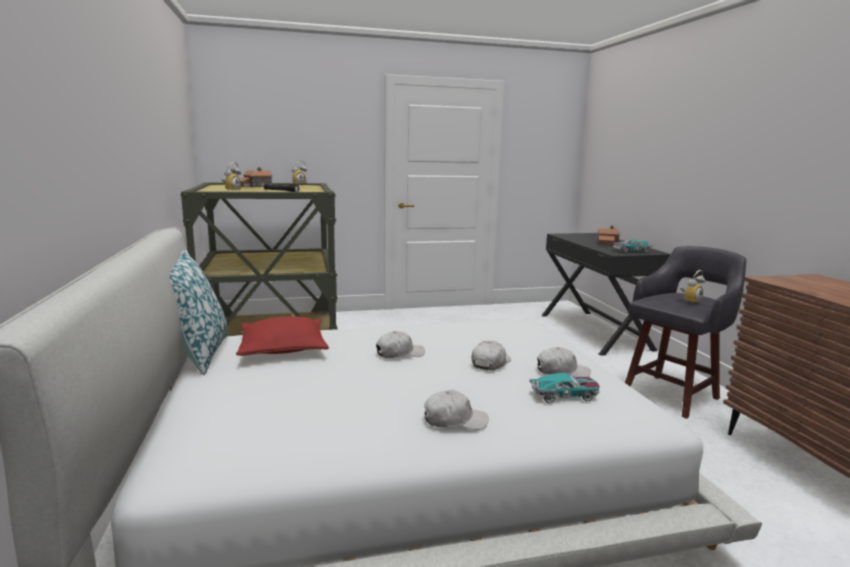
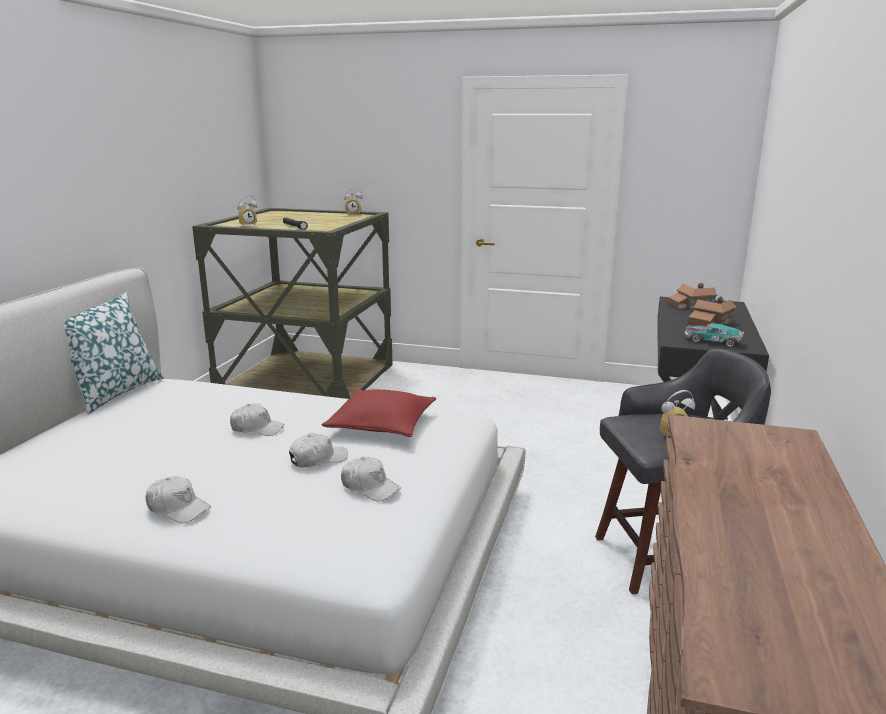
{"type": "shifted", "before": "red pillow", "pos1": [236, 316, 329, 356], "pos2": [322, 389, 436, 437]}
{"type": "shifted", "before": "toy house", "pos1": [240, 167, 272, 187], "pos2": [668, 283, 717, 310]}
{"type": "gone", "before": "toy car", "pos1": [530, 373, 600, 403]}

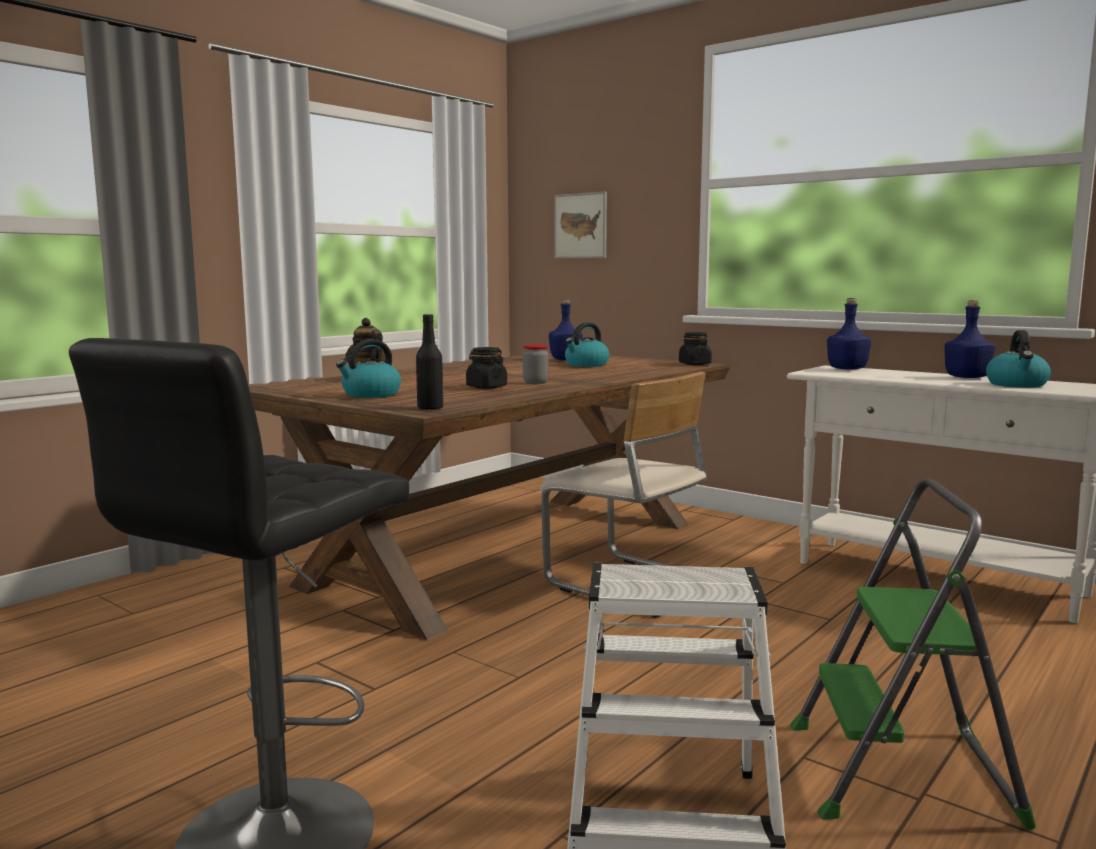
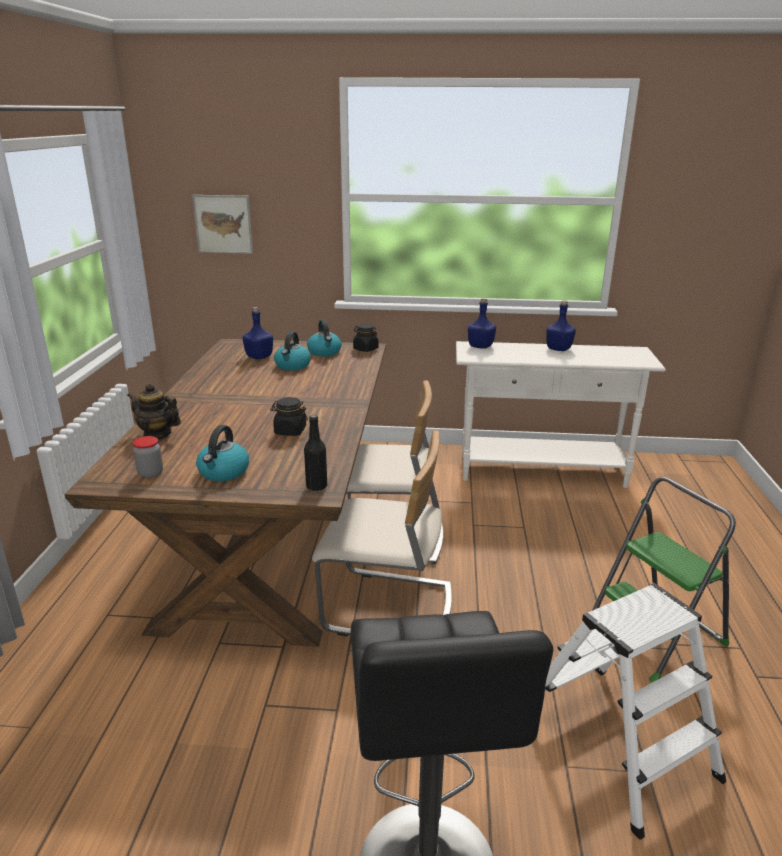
{"type": "shifted", "before": "jar", "pos1": [523, 344, 549, 384], "pos2": [133, 436, 163, 478]}
{"type": "shifted", "before": "kettle", "pos1": [986, 330, 1051, 388], "pos2": [307, 320, 342, 357]}
{"type": "new", "after": "beige chair", "pos2": [312, 430, 452, 636]}

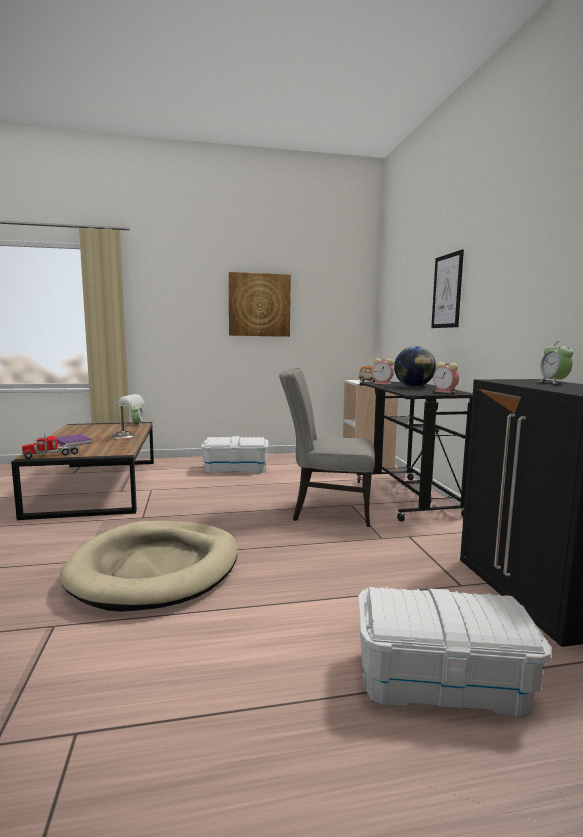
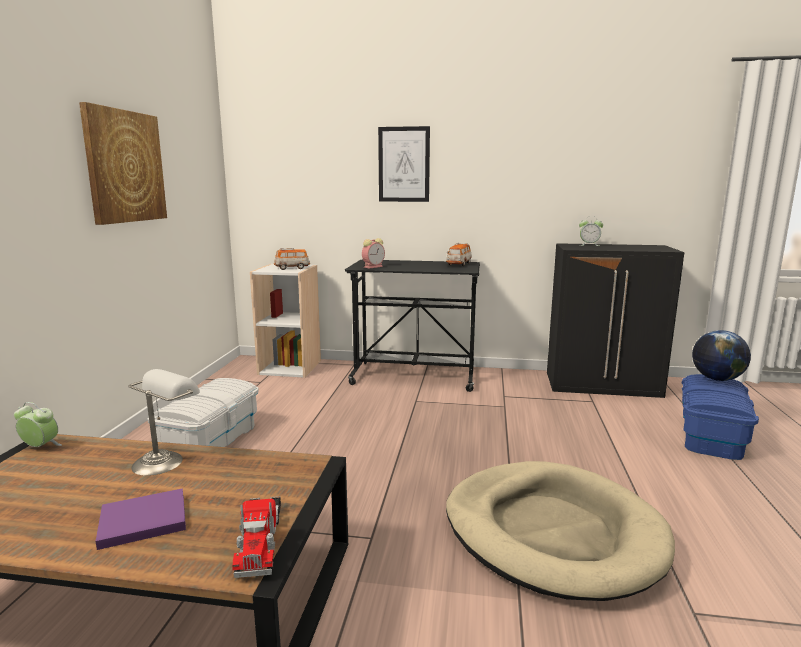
{"type": "gone", "before": "grey chair", "pos1": [279, 368, 375, 527]}
{"type": "repainted", "before": "white storage box", "after": "blue storage box", "pos1": [358, 587, 551, 717], "pos2": [682, 374, 759, 460]}
{"type": "shifted", "before": "globe", "pos1": [394, 346, 436, 387], "pos2": [692, 330, 751, 381]}
{"type": "swapped", "before": "alarm clock", "after": "toy car", "pos1": [433, 362, 459, 393], "pos2": [446, 243, 472, 266]}

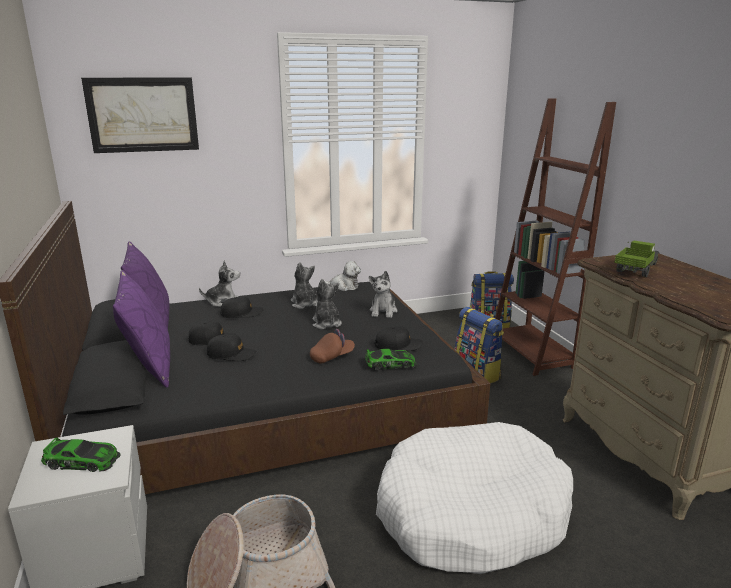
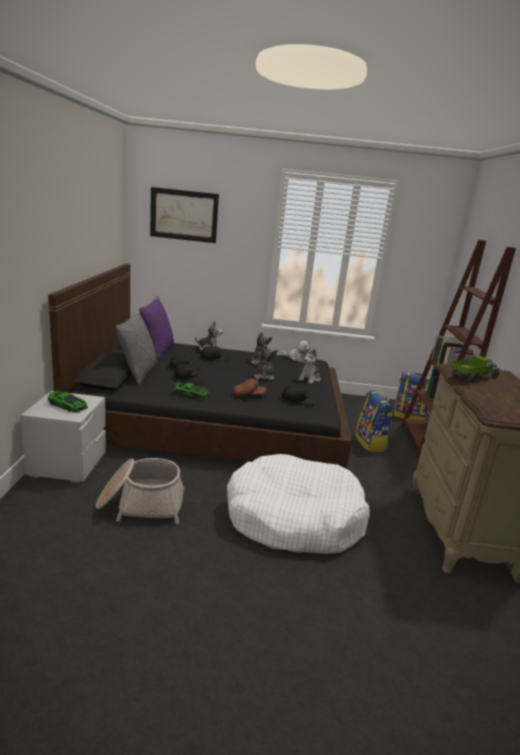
{"type": "repainted", "before": "purple pillow", "after": "grey pillow", "pos1": [113, 270, 170, 388], "pos2": [115, 310, 158, 386]}
{"type": "shifted", "before": "toy car", "pos1": [365, 349, 417, 370], "pos2": [173, 381, 210, 399]}

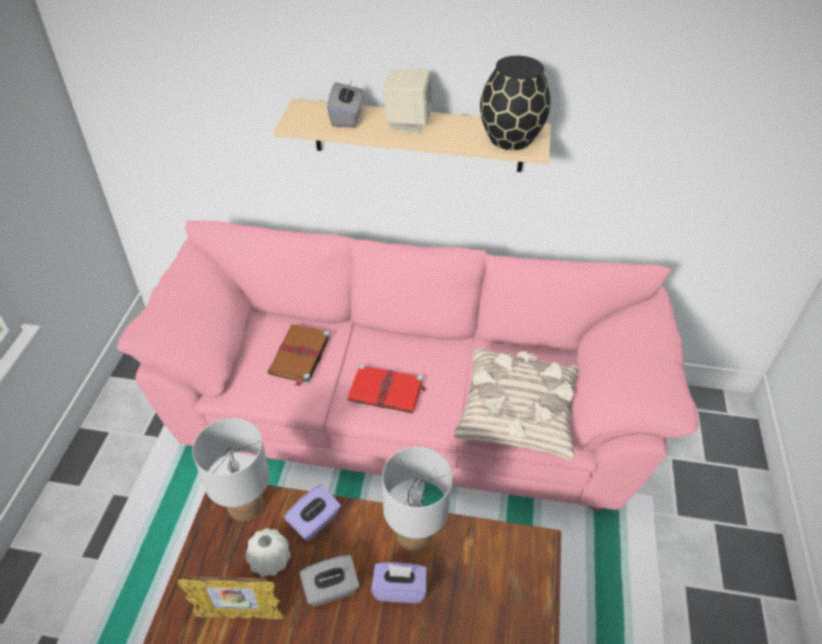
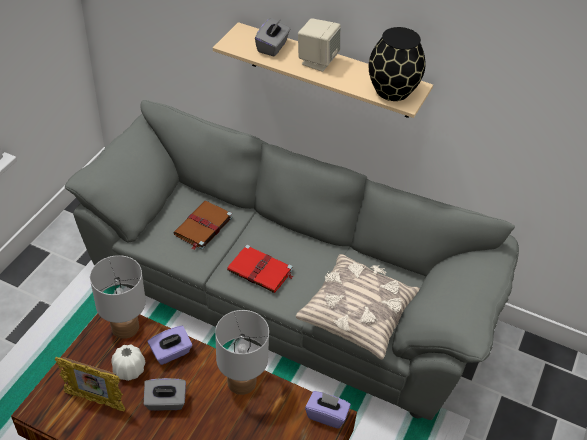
{"type": "repainted", "before": "pink sofa", "after": "grey sofa", "pos1": [117, 221, 699, 511], "pos2": [65, 100, 519, 420]}
{"type": "shifted", "before": "purple tissue box", "pos1": [371, 562, 427, 603], "pos2": [305, 391, 351, 429]}

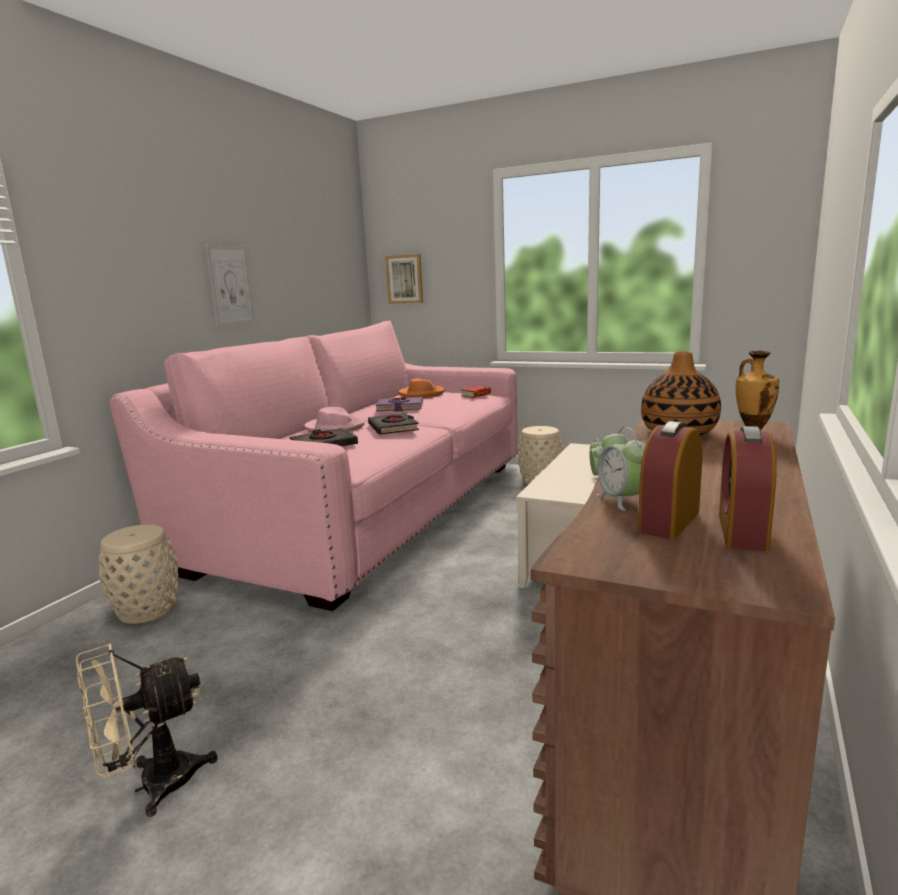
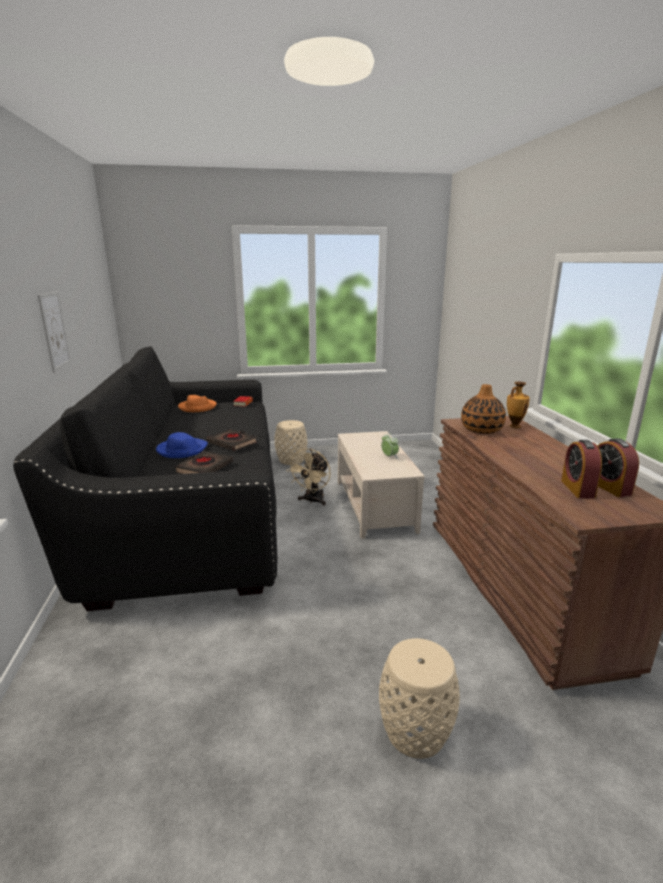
{"type": "shifted", "before": "beige fan", "pos1": [76, 643, 218, 817], "pos2": [286, 448, 331, 505]}
{"type": "shifted", "before": "beige stool", "pos1": [99, 524, 178, 624], "pos2": [379, 638, 460, 759]}
{"type": "repainted", "before": "pink sofa", "after": "black sofa", "pos1": [109, 321, 518, 611], "pos2": [13, 346, 278, 611]}
{"type": "repainted", "before": "pink hat", "after": "blue hat", "pos1": [304, 407, 365, 433], "pos2": [156, 432, 208, 458]}
{"type": "gone", "before": "purple book", "pos1": [376, 397, 423, 412]}
{"type": "gone", "before": "picture", "pos1": [385, 254, 423, 304]}
{"type": "gone", "before": "alarm clock", "pos1": [596, 427, 645, 511]}

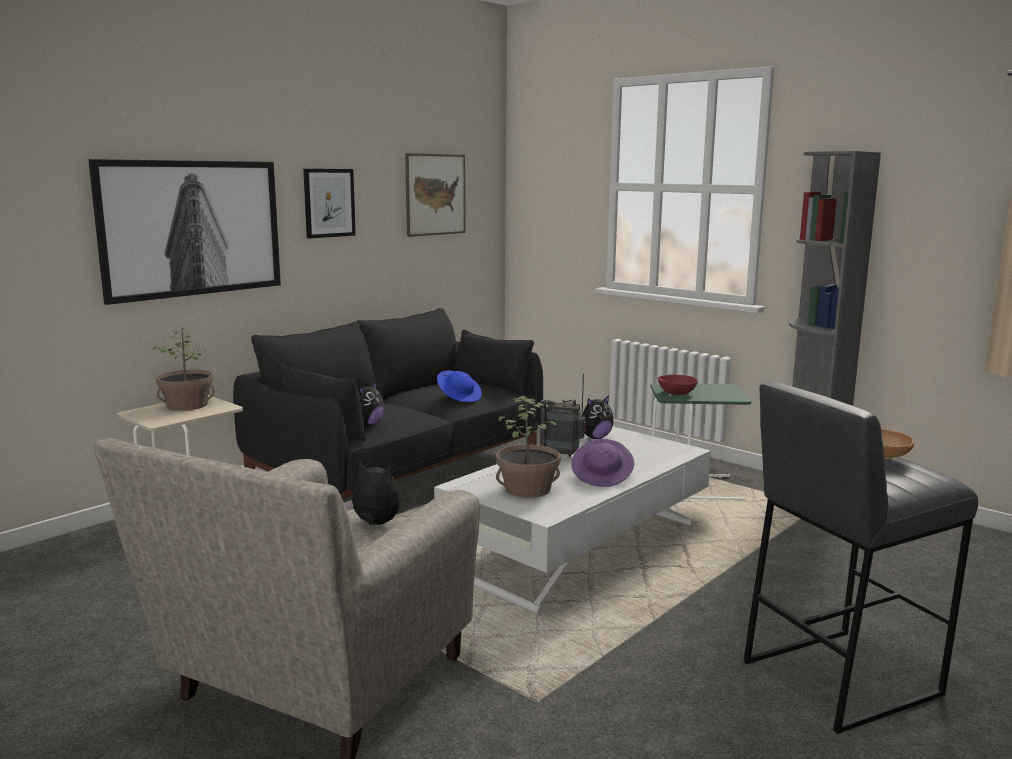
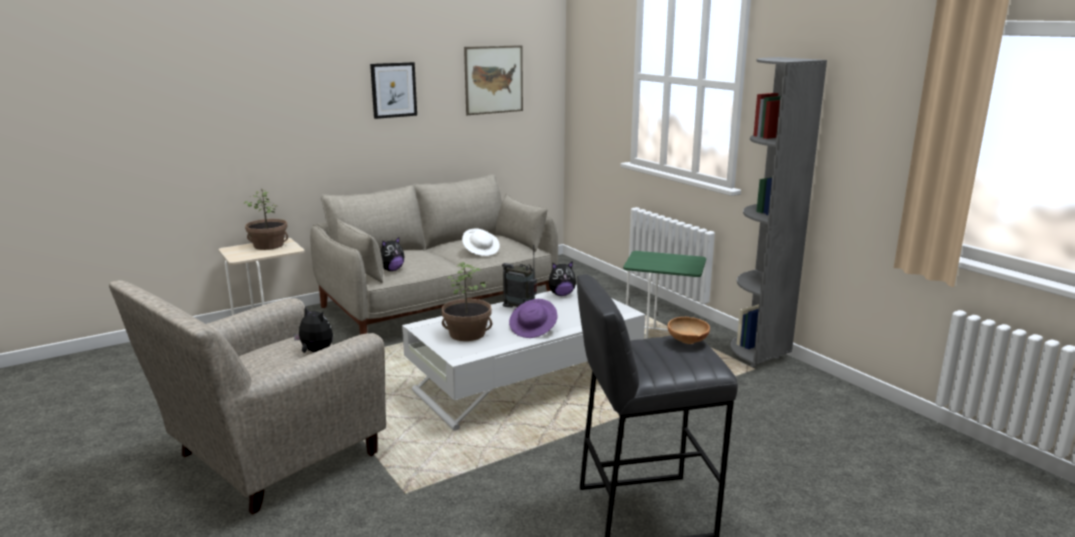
{"type": "gone", "before": "picture", "pos1": [88, 159, 281, 305]}
{"type": "repainted", "before": "black sofa", "after": "beige sofa", "pos1": [233, 308, 543, 500], "pos2": [310, 174, 558, 335]}
{"type": "repainted", "before": "blue hat", "after": "white hat", "pos1": [437, 370, 482, 402], "pos2": [462, 228, 500, 256]}
{"type": "gone", "before": "red bowl", "pos1": [658, 375, 698, 395]}

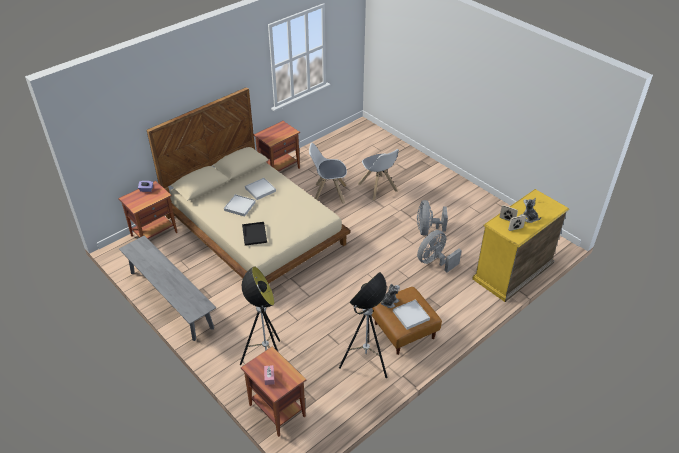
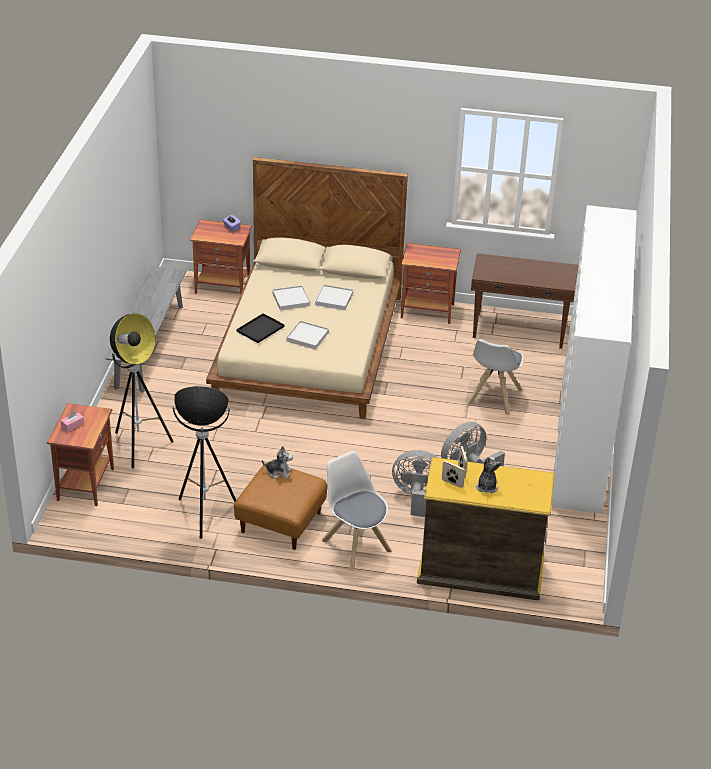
{"type": "shifted", "before": "chair", "pos1": [309, 143, 347, 204], "pos2": [322, 451, 392, 571]}
{"type": "shifted", "before": "white tray", "pos1": [393, 299, 430, 330], "pos2": [286, 321, 329, 349]}
{"type": "new", "after": "brown console table", "pos2": [471, 253, 579, 349]}
{"type": "new", "after": "white wardrobe", "pos2": [552, 205, 637, 514]}

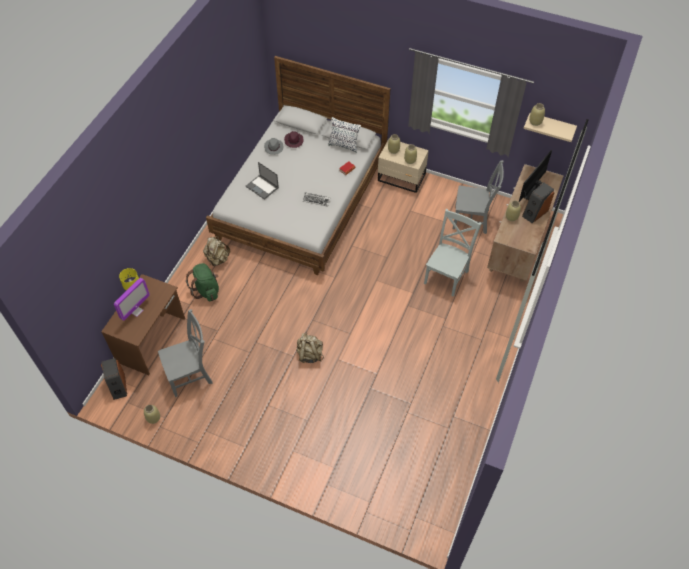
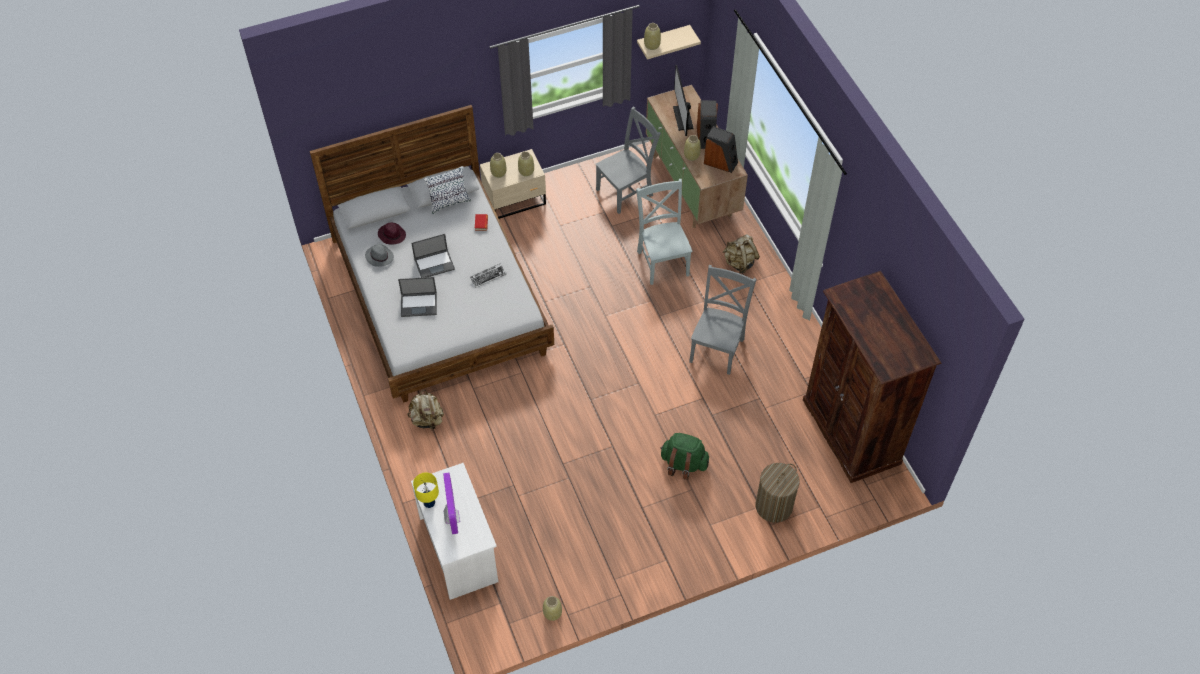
{"type": "repainted", "before": "brown desk", "after": "white desk", "pos1": [101, 274, 185, 375], "pos2": [411, 463, 498, 600]}
{"type": "shifted", "before": "speaker", "pos1": [101, 358, 127, 400], "pos2": [704, 126, 738, 173]}
{"type": "shifted", "before": "grey chair", "pos1": [158, 309, 213, 397], "pos2": [689, 265, 756, 375]}
{"type": "shifted", "before": "green backpack", "pos1": [186, 263, 219, 301], "pos2": [660, 433, 709, 480]}
{"type": "shifted", "before": "beige backpack", "pos1": [297, 332, 324, 363], "pos2": [723, 234, 760, 273]}
{"type": "new", "after": "laptop", "pos2": [411, 234, 455, 278]}
{"type": "new", "after": "laundry basket", "pos2": [755, 463, 800, 523]}
{"type": "new", "after": "brown wardrobe", "pos2": [803, 271, 941, 483]}

